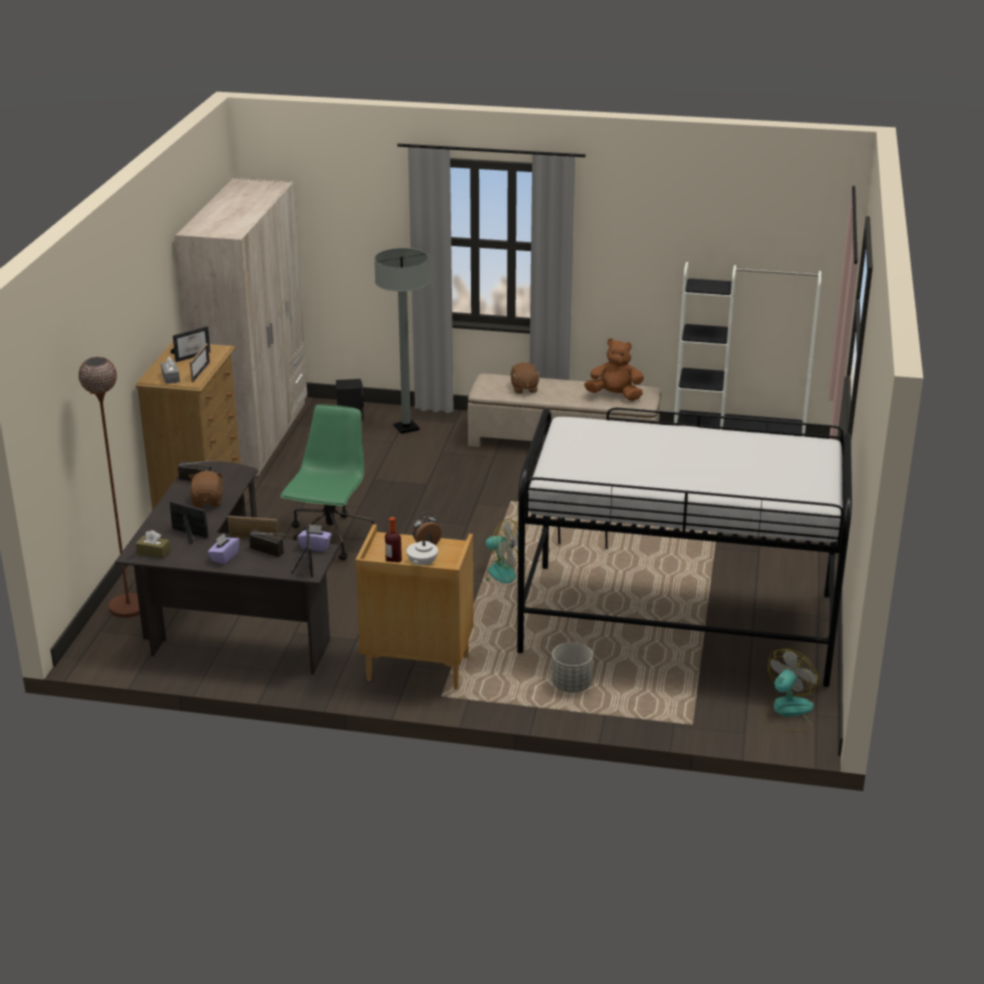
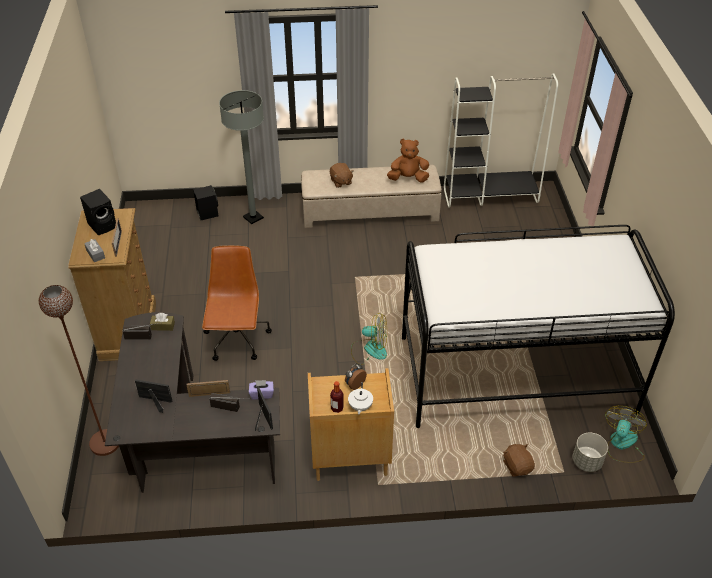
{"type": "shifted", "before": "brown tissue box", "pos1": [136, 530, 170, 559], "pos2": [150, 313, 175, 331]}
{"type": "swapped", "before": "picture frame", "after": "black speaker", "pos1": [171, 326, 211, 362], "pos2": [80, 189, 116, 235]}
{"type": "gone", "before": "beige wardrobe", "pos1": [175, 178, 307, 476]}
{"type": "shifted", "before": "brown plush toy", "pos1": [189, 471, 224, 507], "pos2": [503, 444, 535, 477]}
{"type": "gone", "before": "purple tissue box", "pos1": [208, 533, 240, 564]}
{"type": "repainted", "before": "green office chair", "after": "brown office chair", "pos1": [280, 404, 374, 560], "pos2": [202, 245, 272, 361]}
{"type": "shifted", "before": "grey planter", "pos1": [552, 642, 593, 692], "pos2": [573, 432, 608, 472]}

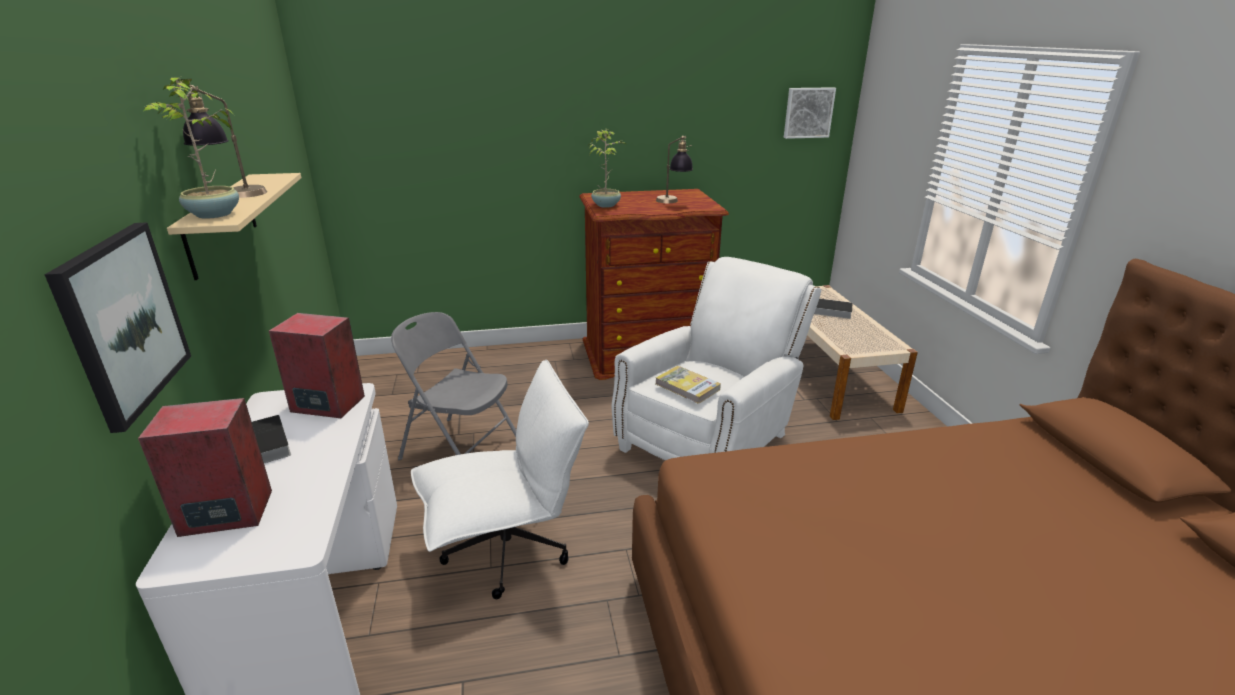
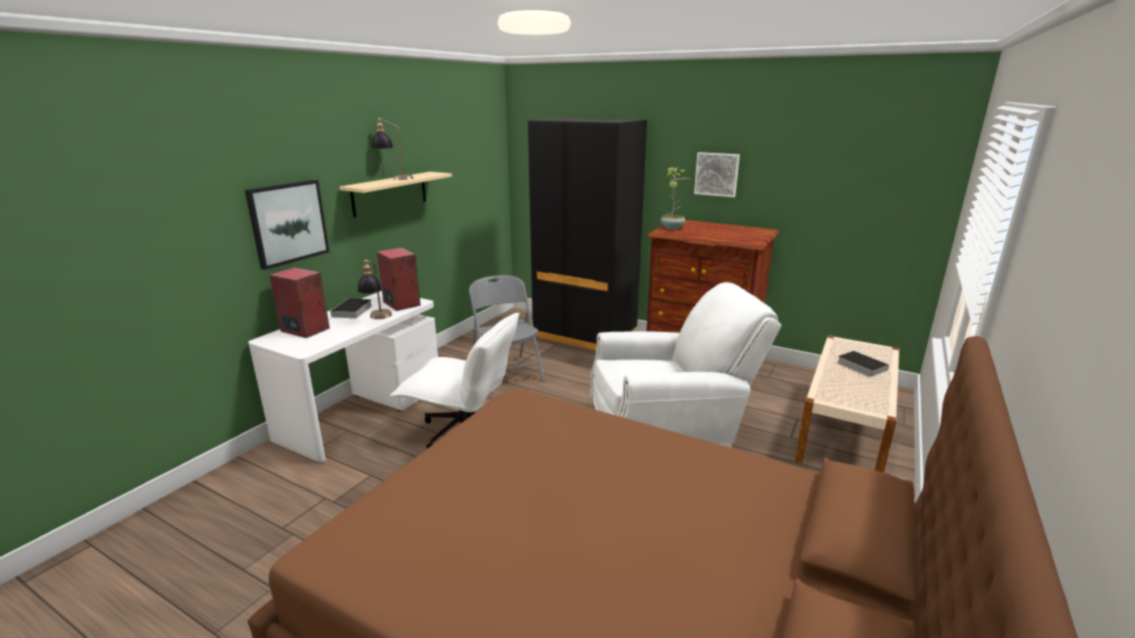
{"type": "gone", "before": "potted plant", "pos1": [144, 76, 239, 219]}
{"type": "shifted", "before": "table lamp", "pos1": [656, 136, 693, 203], "pos2": [358, 260, 392, 319]}
{"type": "gone", "before": "book", "pos1": [656, 366, 721, 404]}
{"type": "shifted", "before": "picture", "pos1": [784, 87, 836, 139], "pos2": [694, 152, 740, 197]}
{"type": "new", "after": "black wardrobe", "pos2": [528, 118, 647, 351]}

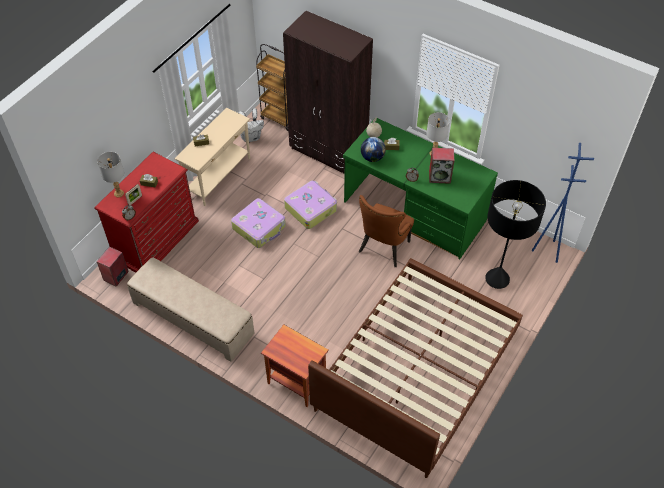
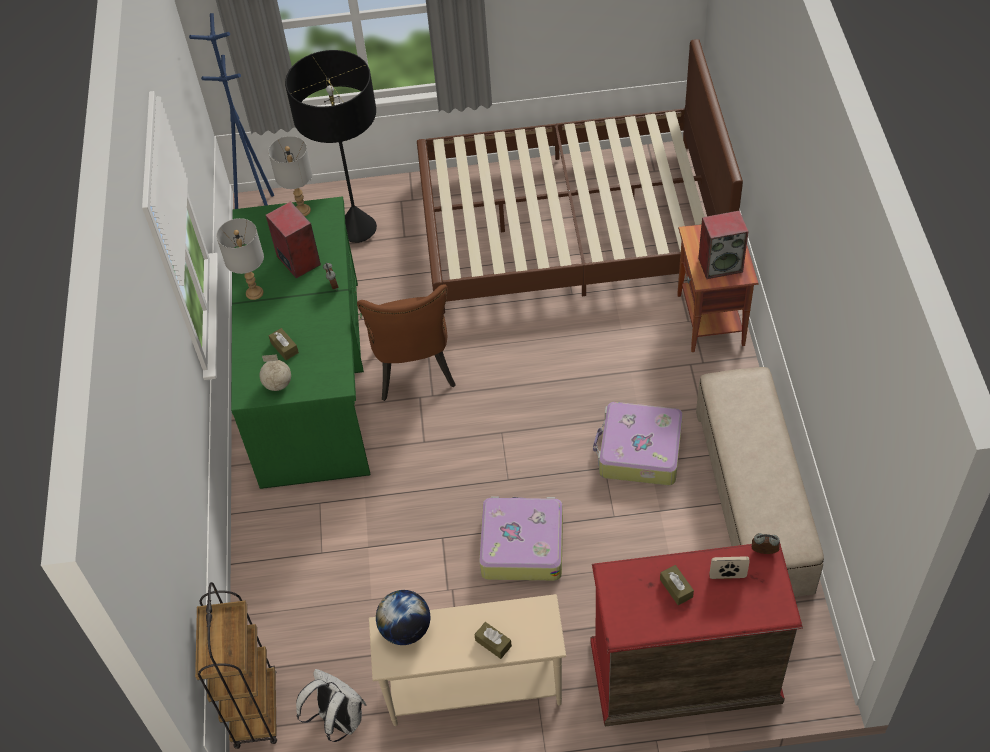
{"type": "shifted", "before": "speaker", "pos1": [96, 246, 129, 287], "pos2": [698, 210, 749, 279]}
{"type": "shifted", "before": "grey table lamp", "pos1": [97, 152, 124, 197], "pos2": [268, 136, 313, 216]}
{"type": "gone", "before": "brown wardrobe", "pos1": [283, 11, 373, 174]}
{"type": "shifted", "before": "suitcase", "pos1": [284, 181, 337, 229], "pos2": [593, 402, 683, 485]}
{"type": "rotated", "before": "brown chair", "pos1": [359, 195, 414, 267], "pos2": [357, 284, 456, 401], "turn": 90}
{"type": "shifted", "before": "globe", "pos1": [361, 137, 386, 162], "pos2": [376, 590, 430, 645]}

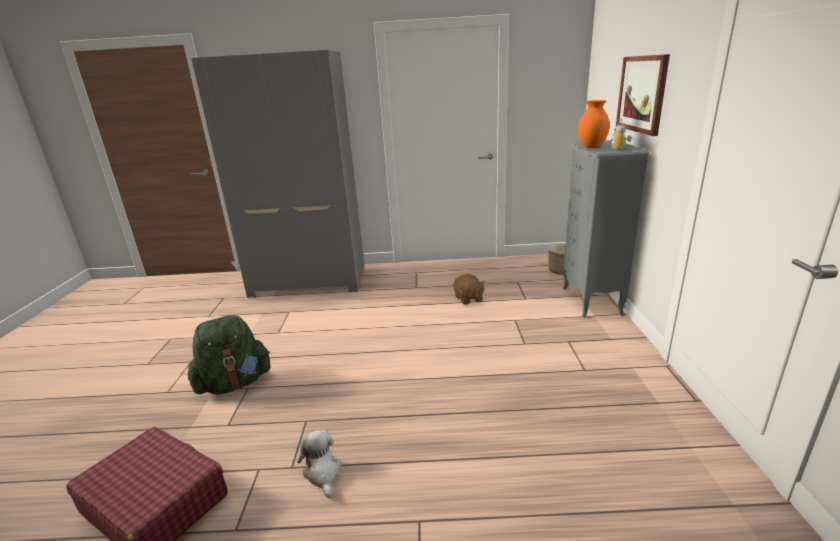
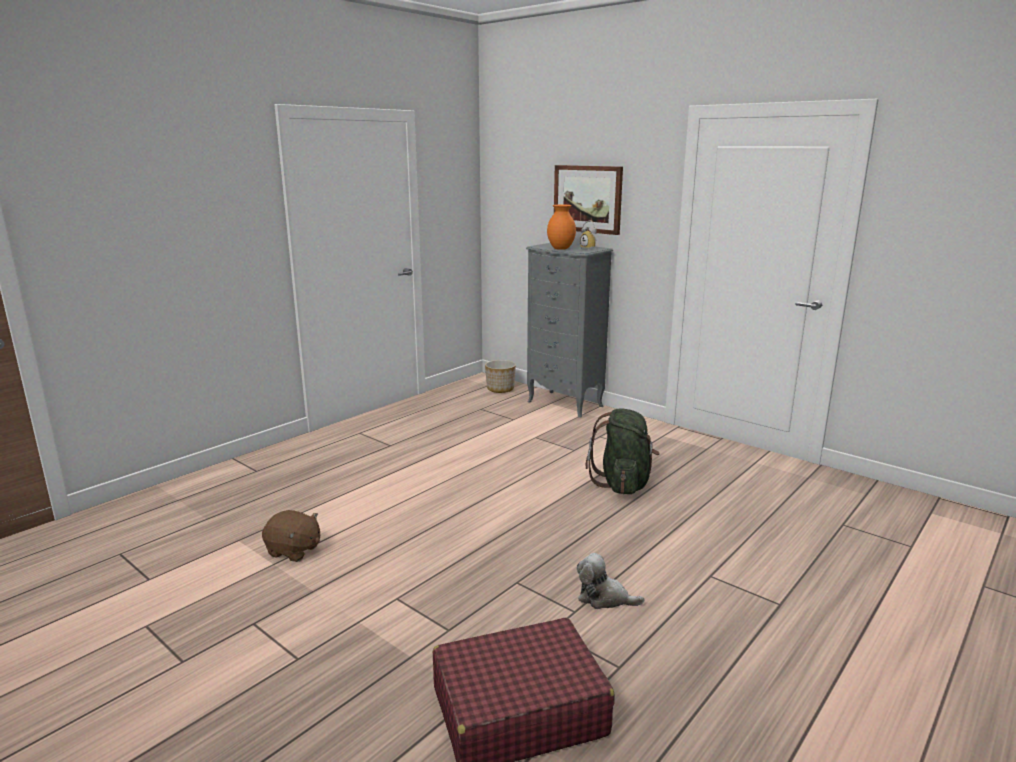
{"type": "shifted", "before": "green backpack", "pos1": [188, 315, 271, 394], "pos2": [586, 409, 660, 494]}
{"type": "gone", "before": "grey wardrobe", "pos1": [191, 50, 364, 298]}
{"type": "shifted", "before": "brown plush toy", "pos1": [454, 274, 485, 305], "pos2": [262, 510, 320, 562]}

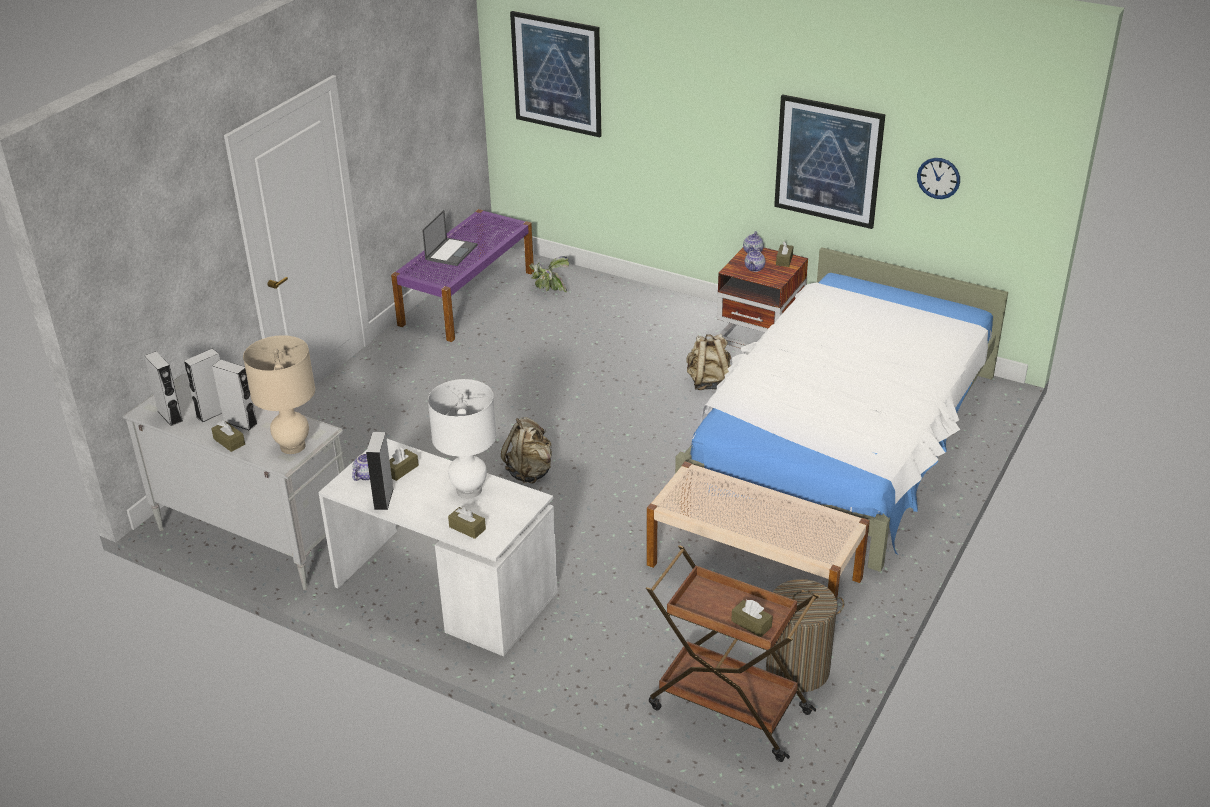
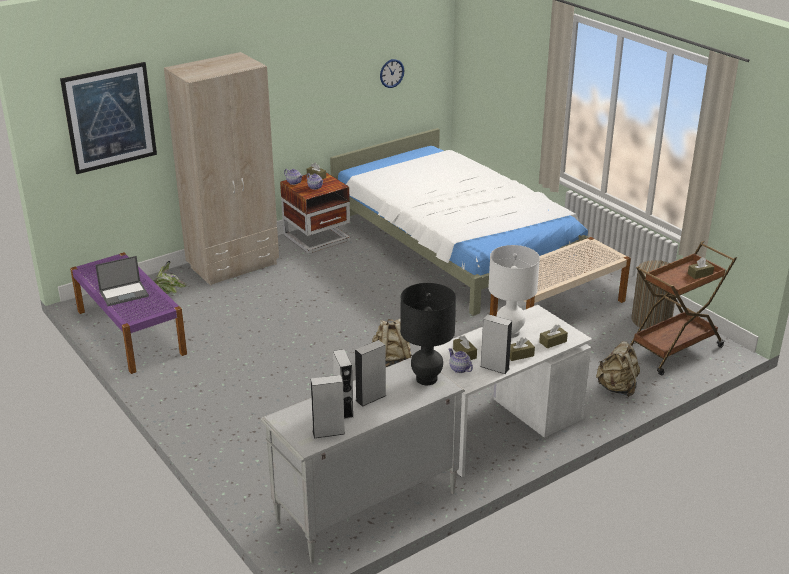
{"type": "shifted", "before": "brown tissue box", "pos1": [211, 420, 245, 452], "pos2": [510, 338, 535, 361]}
{"type": "repainted", "before": "beige table lamp", "after": "black table lamp", "pos1": [243, 335, 315, 454], "pos2": [400, 283, 456, 385]}
{"type": "rotated", "before": "laptop", "pos1": [422, 210, 477, 266], "pos2": [95, 256, 149, 306], "turn": 105}
{"type": "shifted", "before": "beige backpack", "pos1": [686, 334, 731, 390], "pos2": [596, 341, 640, 397]}
{"type": "gone", "before": "picture", "pos1": [774, 94, 886, 229]}
{"type": "new", "after": "beige wardrobe", "pos2": [164, 52, 279, 285]}

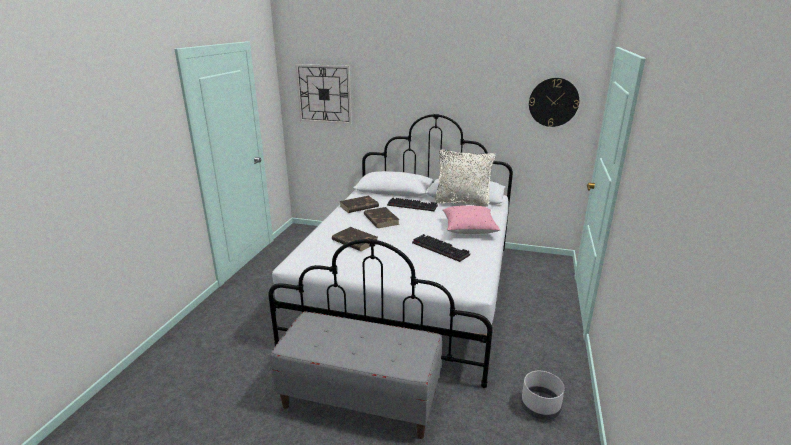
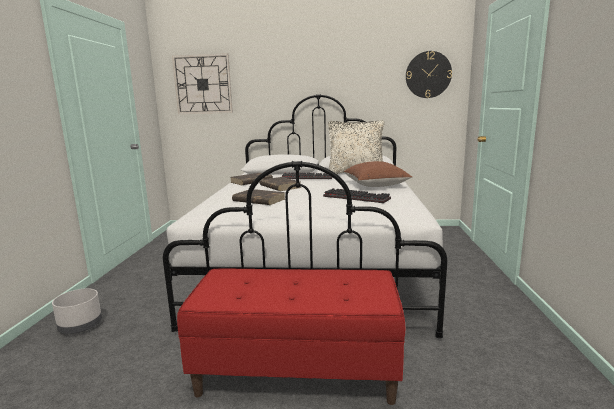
{"type": "repainted", "before": "grey bench", "after": "red bench", "pos1": [270, 312, 442, 439], "pos2": [177, 268, 405, 405]}
{"type": "repainted", "before": "pink pillow", "after": "brown pillow", "pos1": [442, 205, 500, 234], "pos2": [343, 161, 412, 187]}
{"type": "shifted", "before": "grey planter", "pos1": [521, 371, 565, 420], "pos2": [52, 288, 102, 334]}

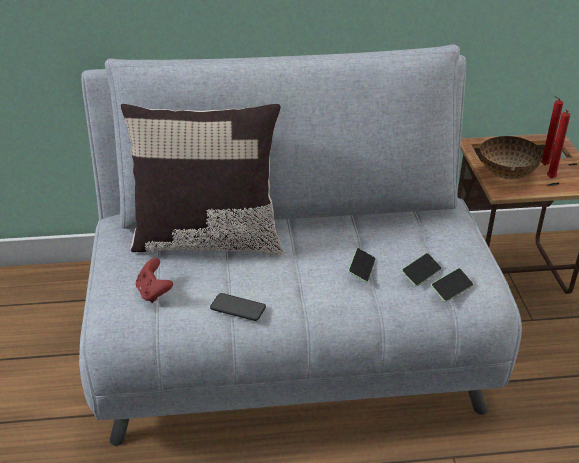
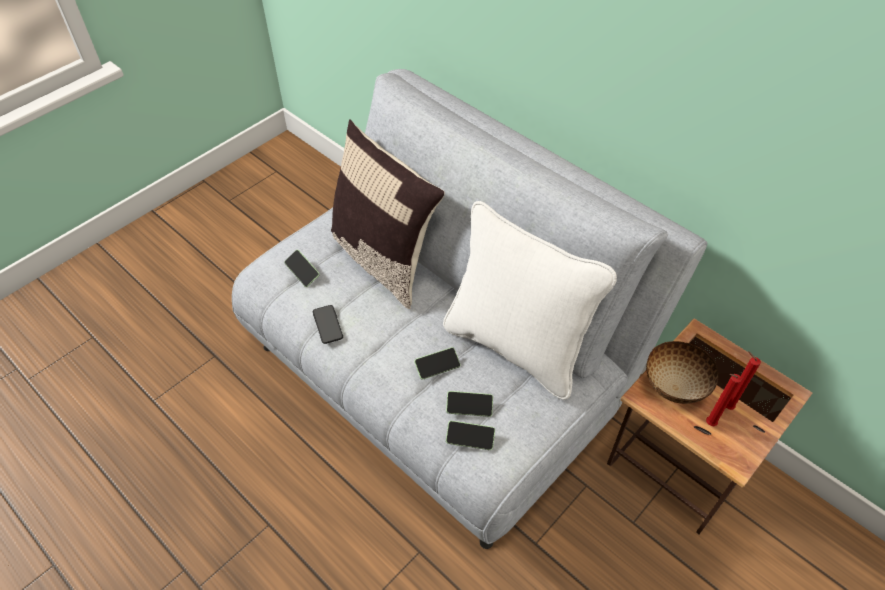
{"type": "swapped", "before": "red game controller", "after": "phone", "pos1": [136, 258, 173, 303], "pos2": [284, 250, 320, 287]}
{"type": "new", "after": "white pillow", "pos2": [443, 201, 617, 400]}

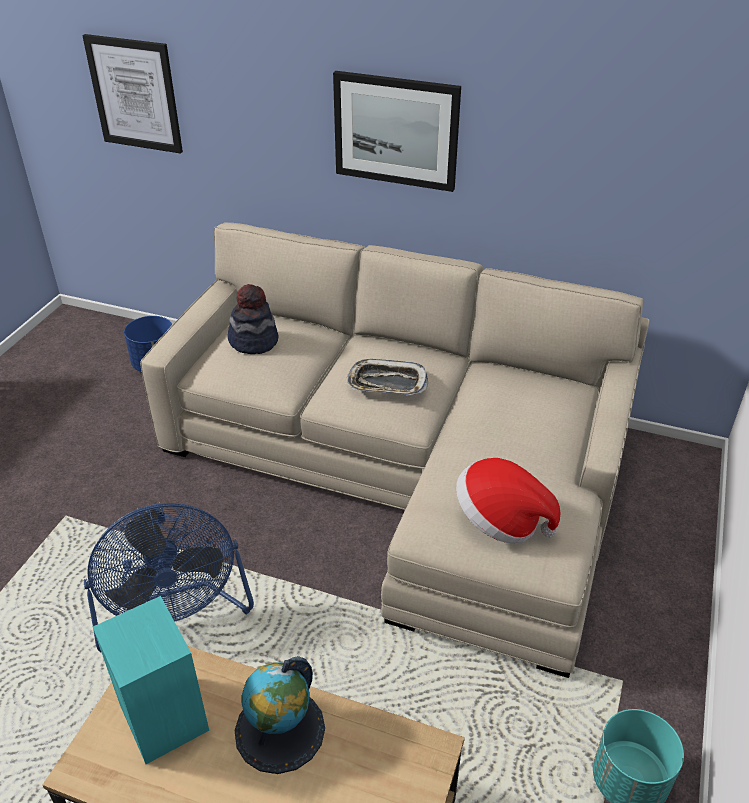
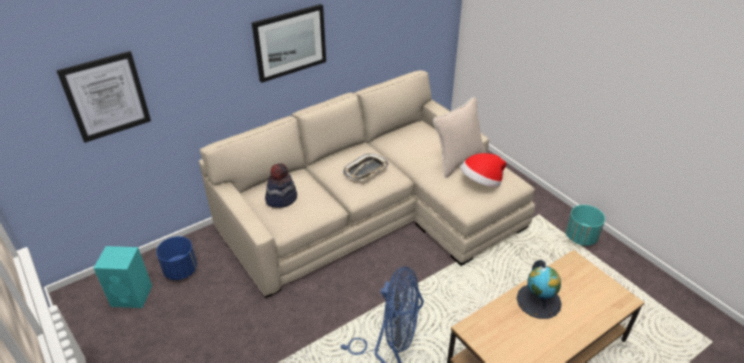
{"type": "shifted", "before": "turquoise speaker", "pos1": [93, 596, 209, 764], "pos2": [94, 246, 152, 308]}
{"type": "new", "after": "beige pillow", "pos2": [433, 97, 485, 178]}

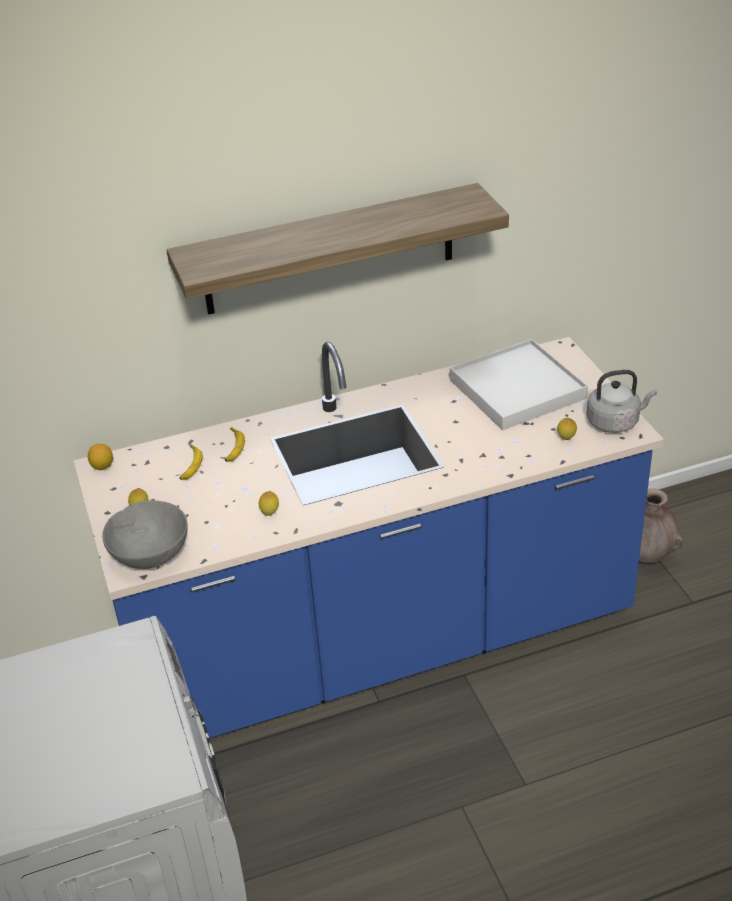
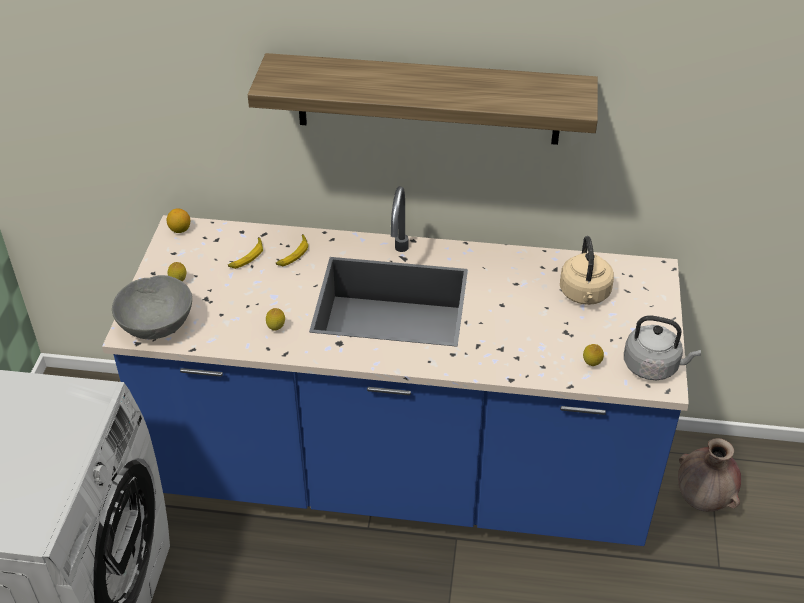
{"type": "swapped", "before": "white tray", "after": "beige kettle", "pos1": [450, 339, 588, 430], "pos2": [560, 236, 614, 305]}

